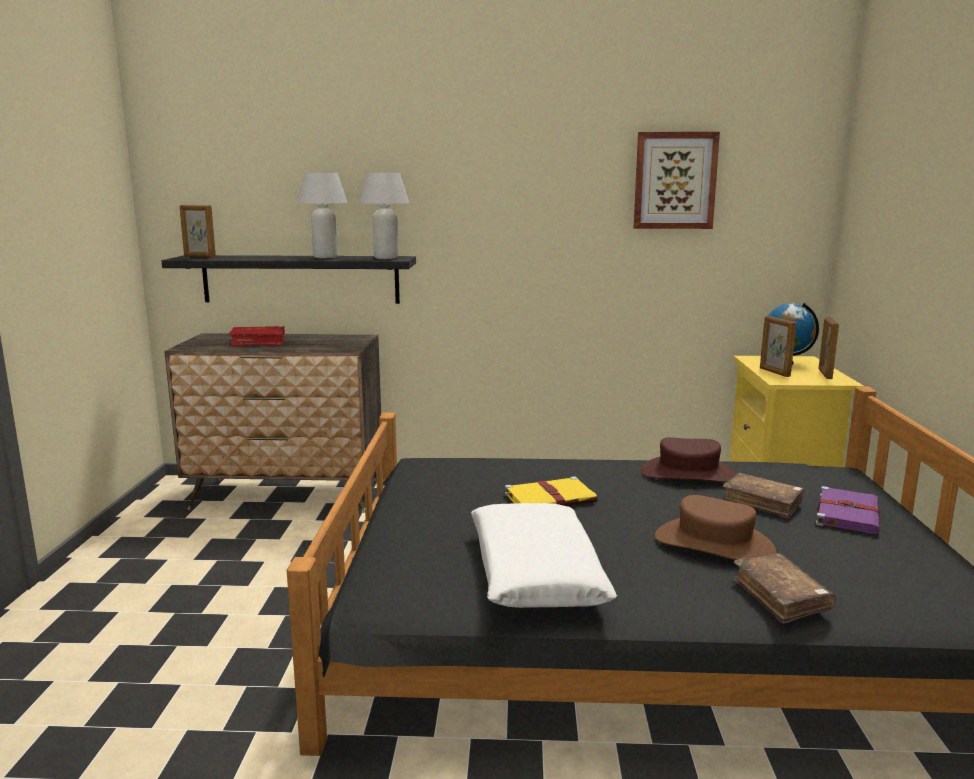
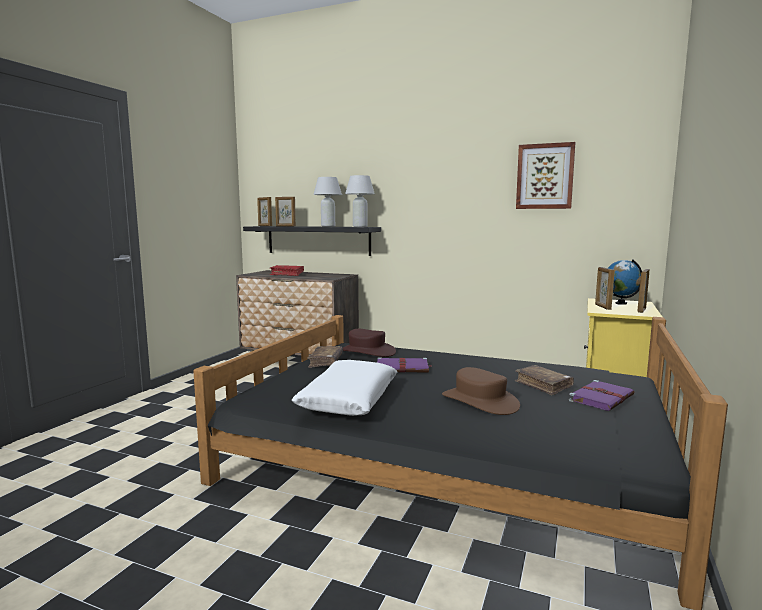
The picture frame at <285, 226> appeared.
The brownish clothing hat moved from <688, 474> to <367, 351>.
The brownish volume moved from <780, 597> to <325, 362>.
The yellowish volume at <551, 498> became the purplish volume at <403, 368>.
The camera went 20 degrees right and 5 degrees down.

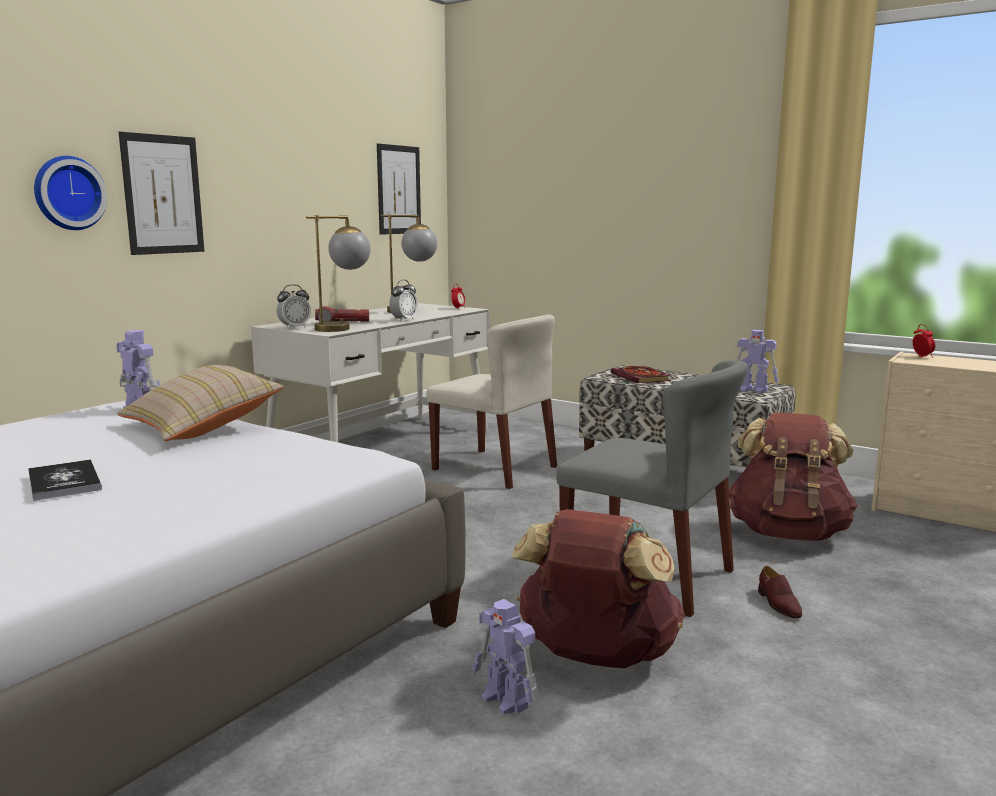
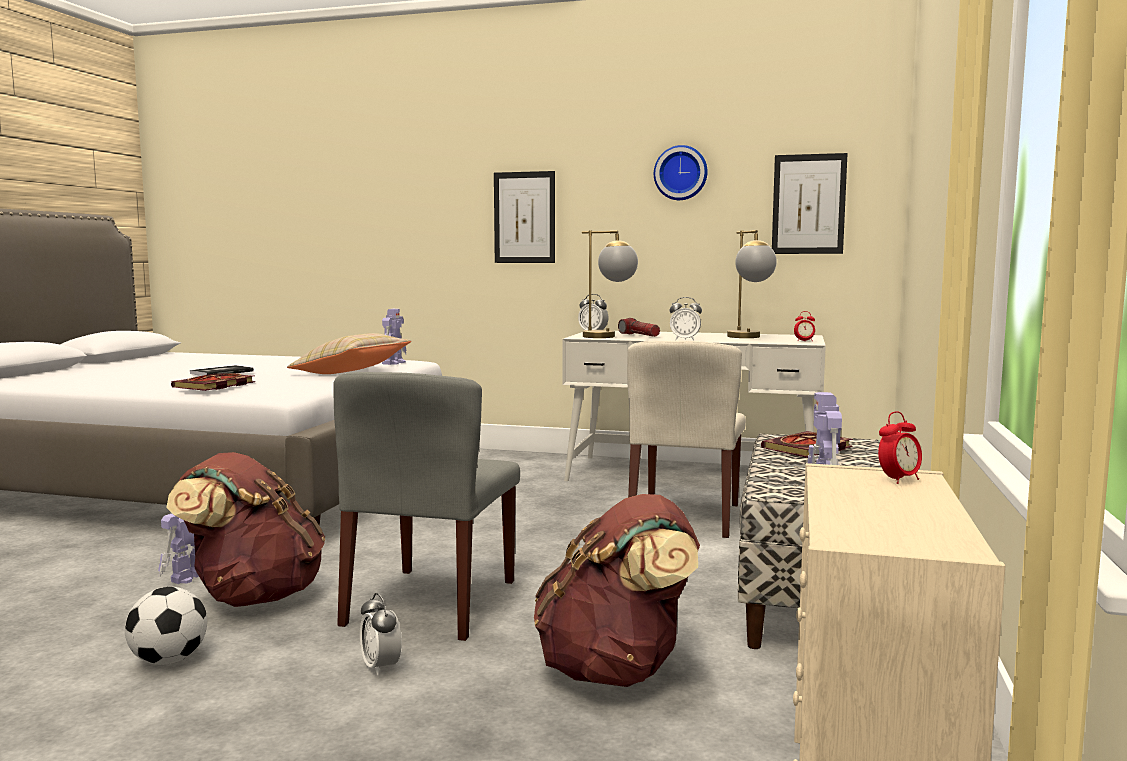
The football at <169, 660> appeared.
The volume at <214, 385> appeared.
The hanging clock moved from <68, 193> to <681, 173>.
The brownish shoe at <778, 604> was replaced by the alarm clock at <381, 666>.
The camera went 70 degrees right and 5 degrees down.

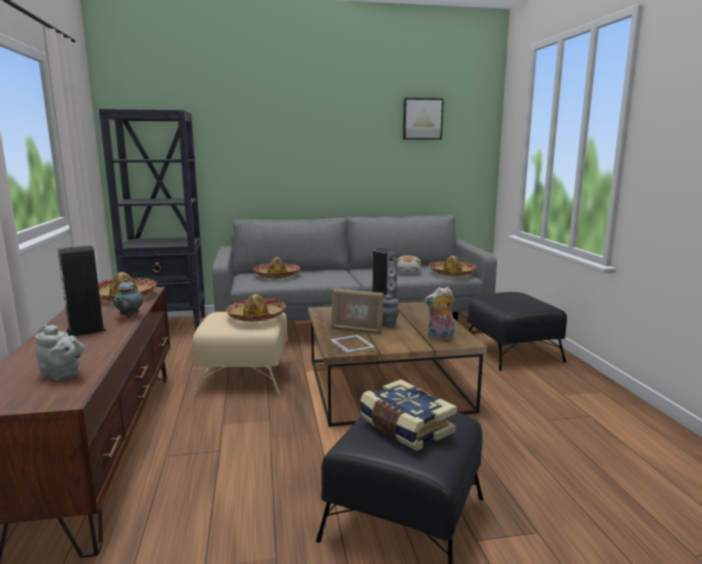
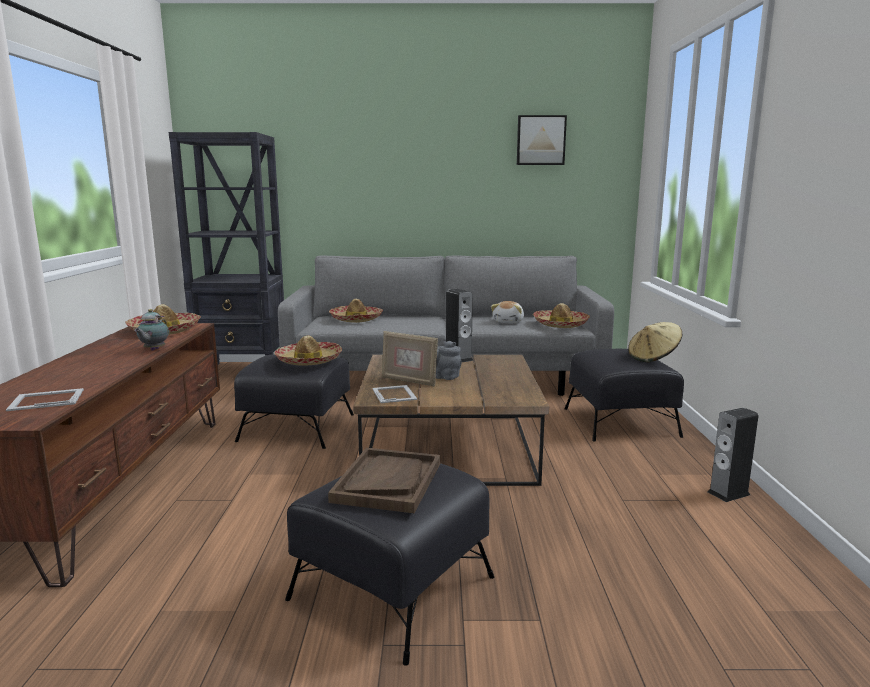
The cuddly toy at <440, 337> disappeared.
The beige clothing hat at <653, 358> appeared.
The loudspeaker moved from <86, 330> to <728, 493>.
The greyish tea pot at <63, 375> was replaced by the picture frame at <45, 399>.
The volume at <405, 427> was replaced by the brownish serving tray at <387, 482>.
The beige footrest at <246, 376> became the blackish footrest at <298, 427>.
The camera went 10 degrees right and 0 degrees up.

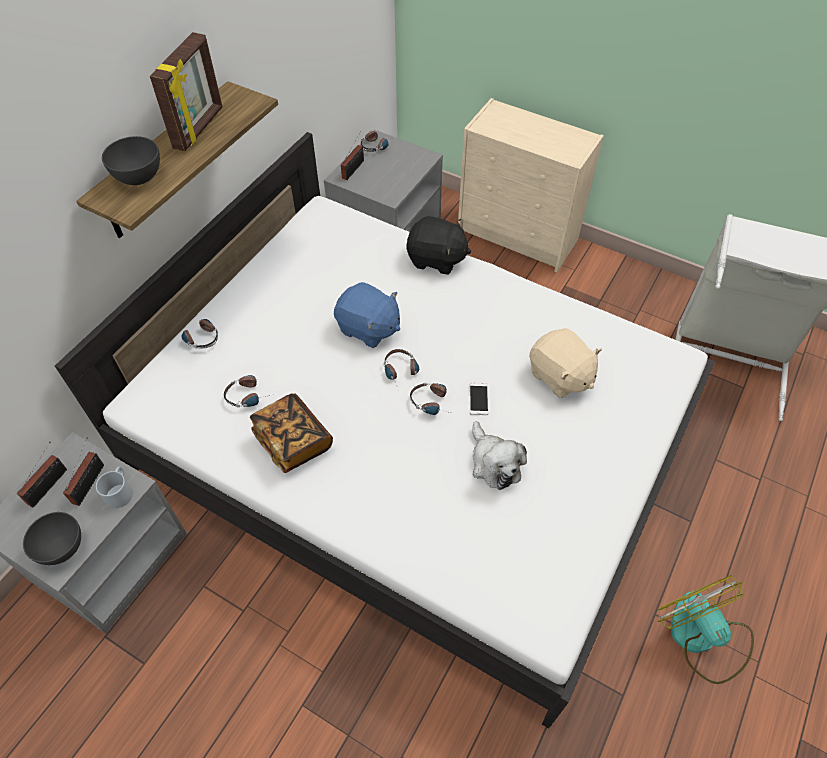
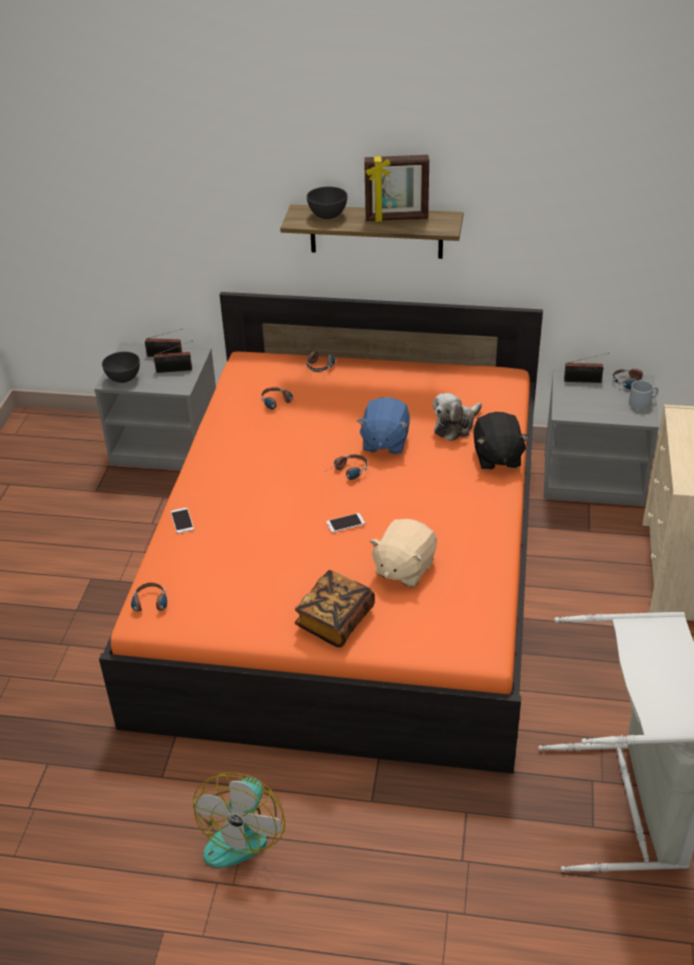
The handset at <182, 520> appeared.
The greyish coffee mug moved from <119, 491> to <642, 402>.
The volume moved from <293, 441> to <335, 620>.
The pair of headphones moved from <434, 402> to <150, 607>.
The cuddly toy moved from <494, 463> to <455, 426>.
The whitish sleeping bed at <412, 444> became the orangey sleeping bed at <349, 569>.
The cooling fan at <701, 637> turned 150 degrees clockwise.
The camera went 70 degrees right and 15 degrees down.

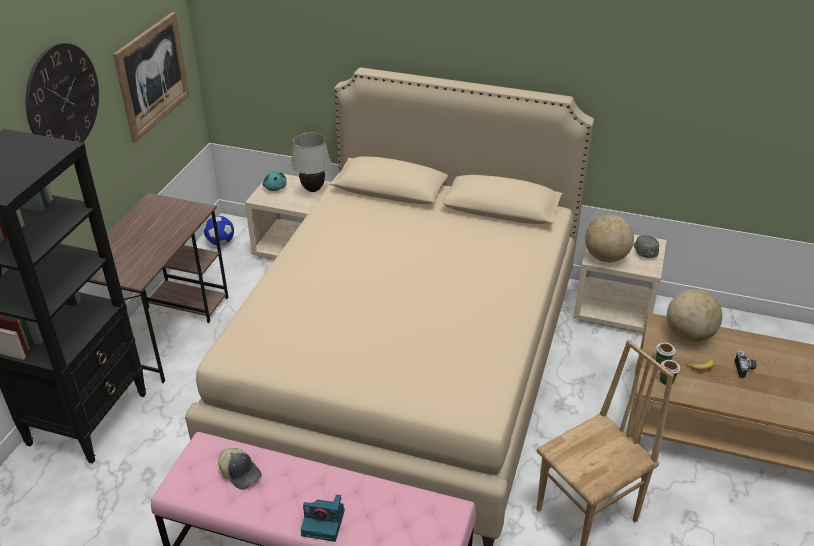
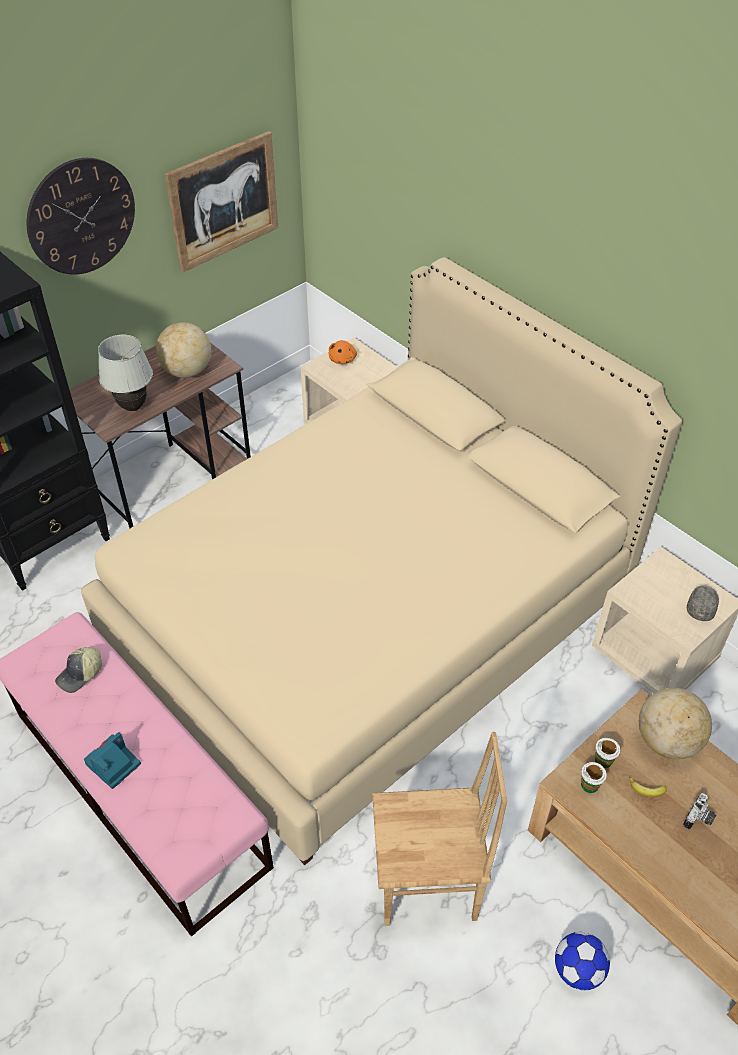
The football moved from <220, 242> to <578, 970>.
The whitish tabletop lamp moved from <312, 189> to <132, 406>.
The desk globe moved from <606, 257> to <187, 371>.
The blue-green cuddly toy at <275, 187> became the orangey cuddly toy at <343, 359>.
The baseball cap at <240, 473> turned 60 degrees clockwise.
The photo camera at <324, 522> turned 90 degrees clockwise.
The camera went 30 degrees right and 10 degrees up.

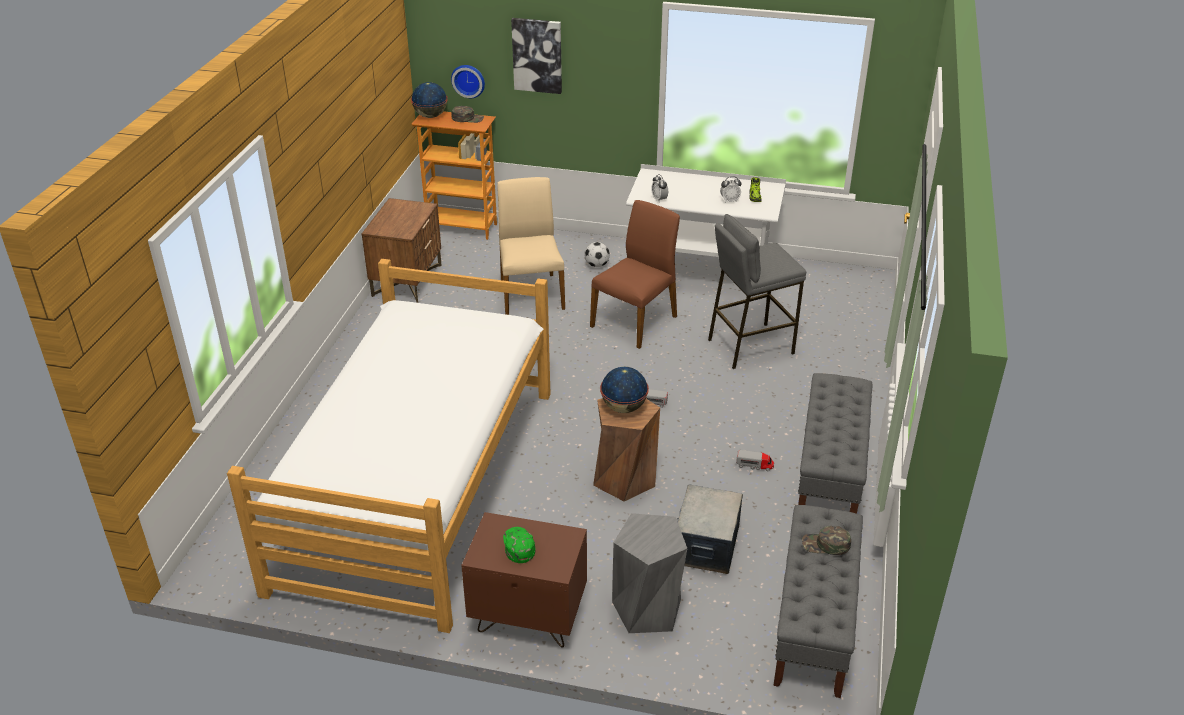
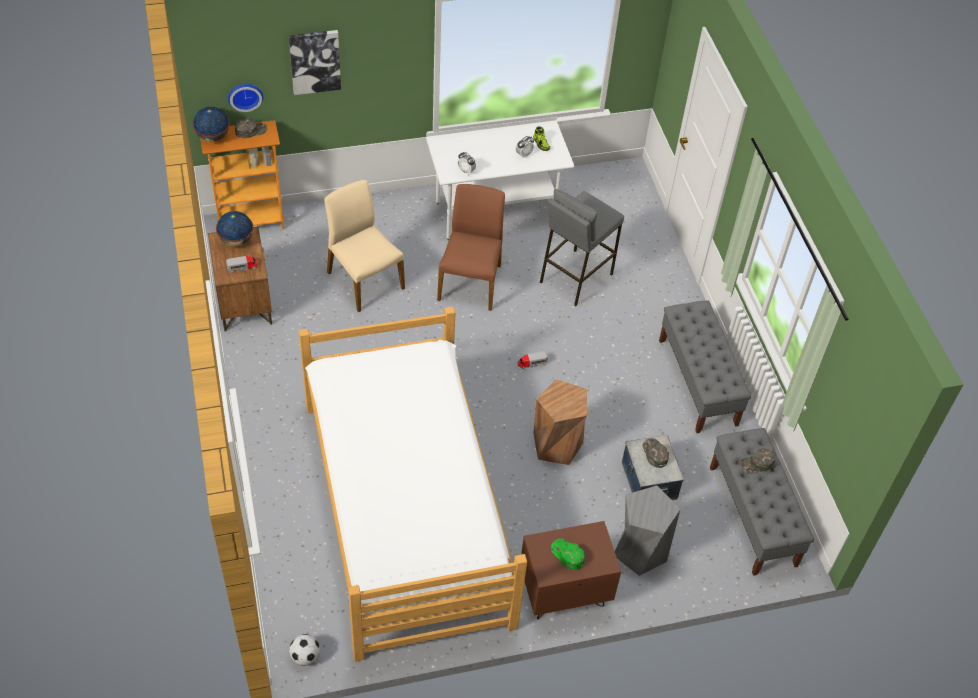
The green baseball cap at <654, 453> appeared.
The football moved from <596, 265> to <305, 656>.
The desk globe moved from <624, 408> to <236, 241>.
The toy truck moved from <755, 465> to <242, 267>.
The camera went 30 degrees left and 15 degrees up.

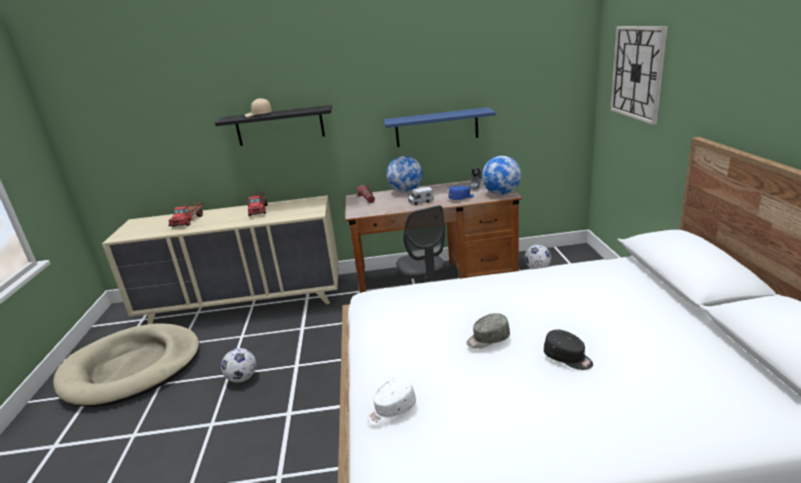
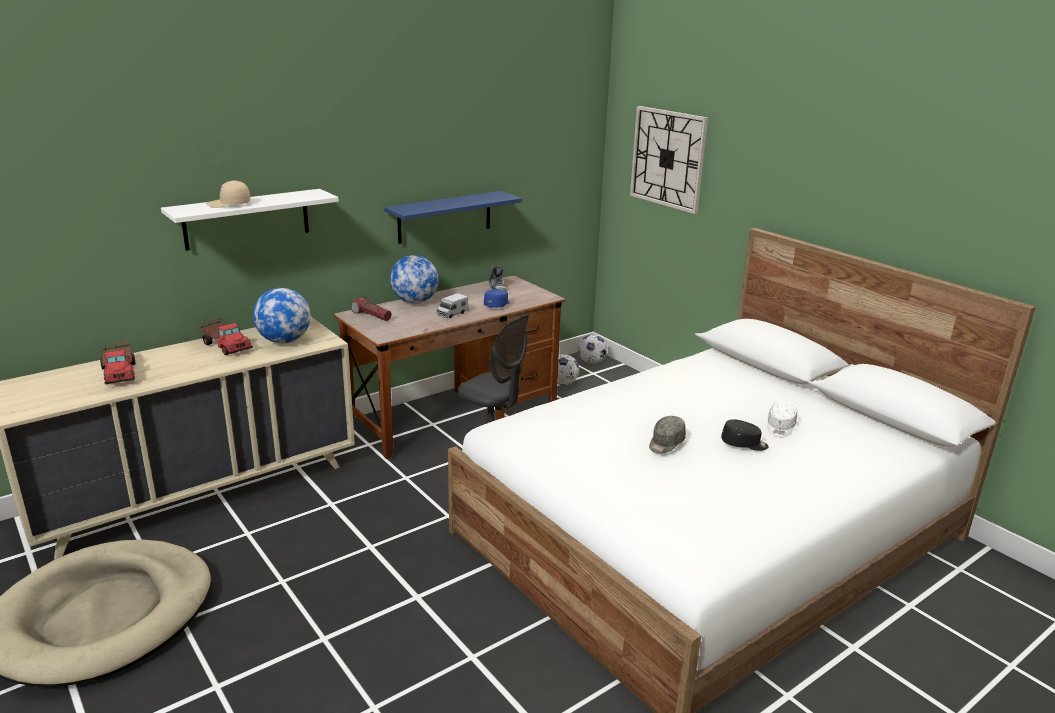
The football moved from <242, 378> to <591, 362>.
The whitish baseball cap moved from <391, 410> to <780, 427>.
The desk globe moved from <501, 193> to <284, 341>.
The blackish wall shelf at <280, 126> became the whitish wall shelf at <247, 219>.
The camera went 35 degrees left and 0 degrees up.

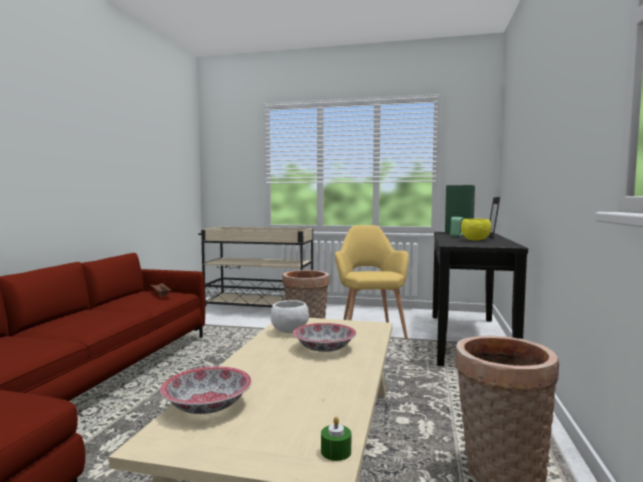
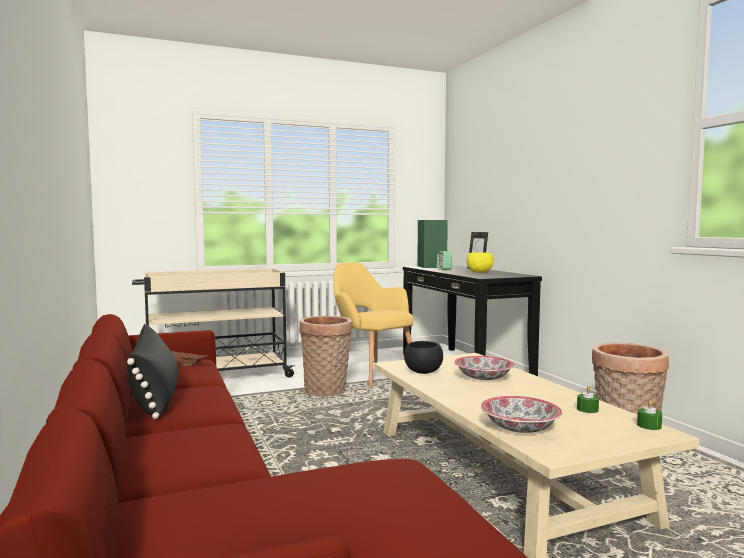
The blackish pillow at <155, 396> appeared.
The green wax candle at <587, 409> appeared.
The whitish deep dish at <289, 331> became the blackish deep dish at <423, 372>.
The camera went 35 degrees left and 0 degrees up.

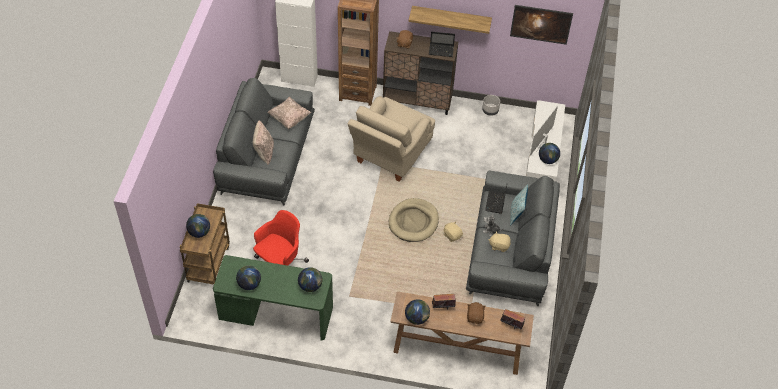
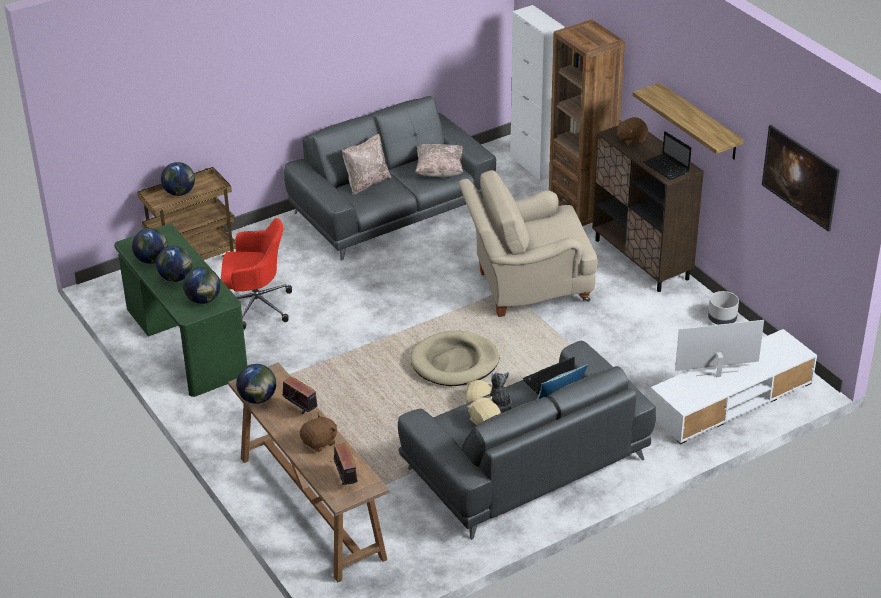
The desk globe moved from <548, 160> to <176, 278>.
The camera went 50 degrees right and 15 degrees down.

